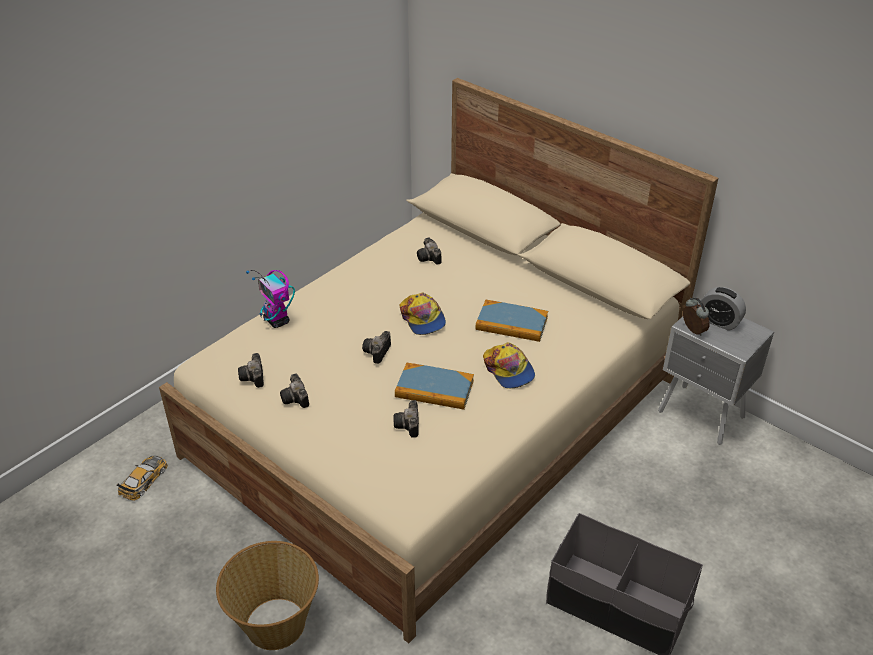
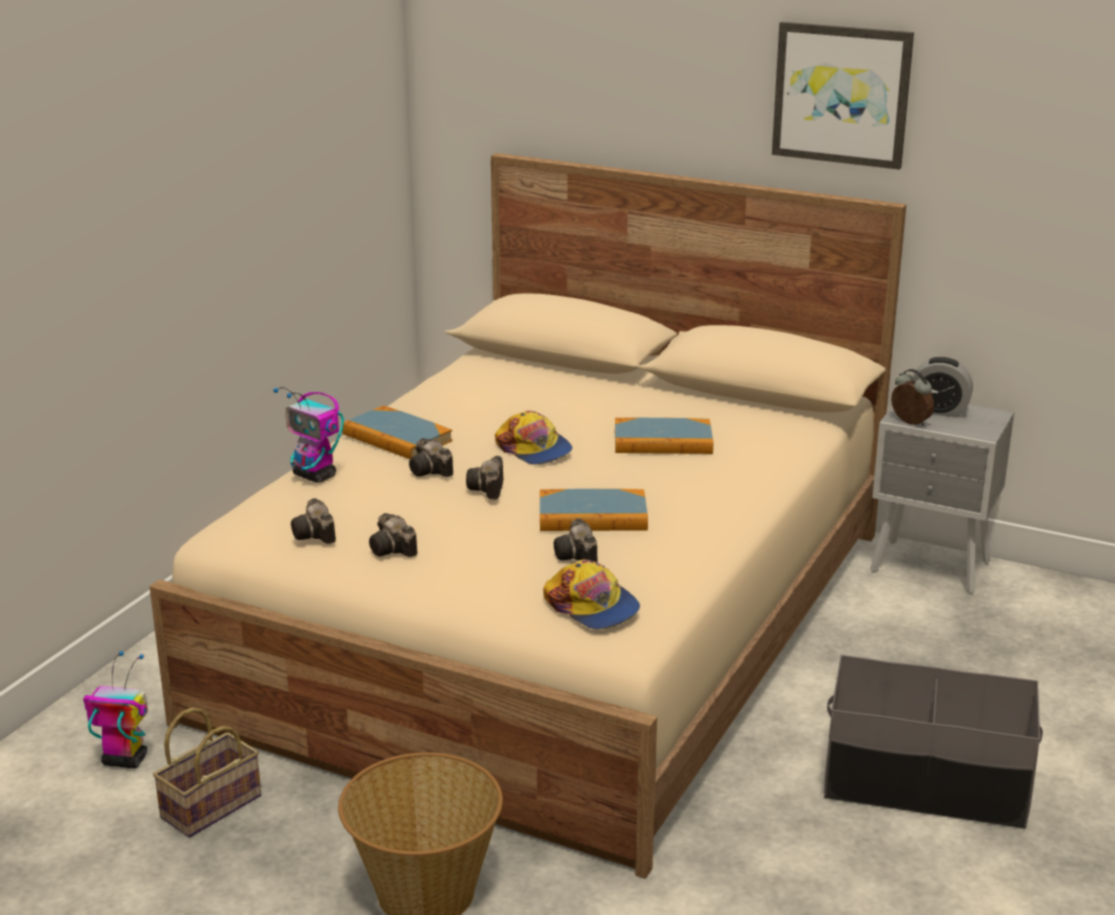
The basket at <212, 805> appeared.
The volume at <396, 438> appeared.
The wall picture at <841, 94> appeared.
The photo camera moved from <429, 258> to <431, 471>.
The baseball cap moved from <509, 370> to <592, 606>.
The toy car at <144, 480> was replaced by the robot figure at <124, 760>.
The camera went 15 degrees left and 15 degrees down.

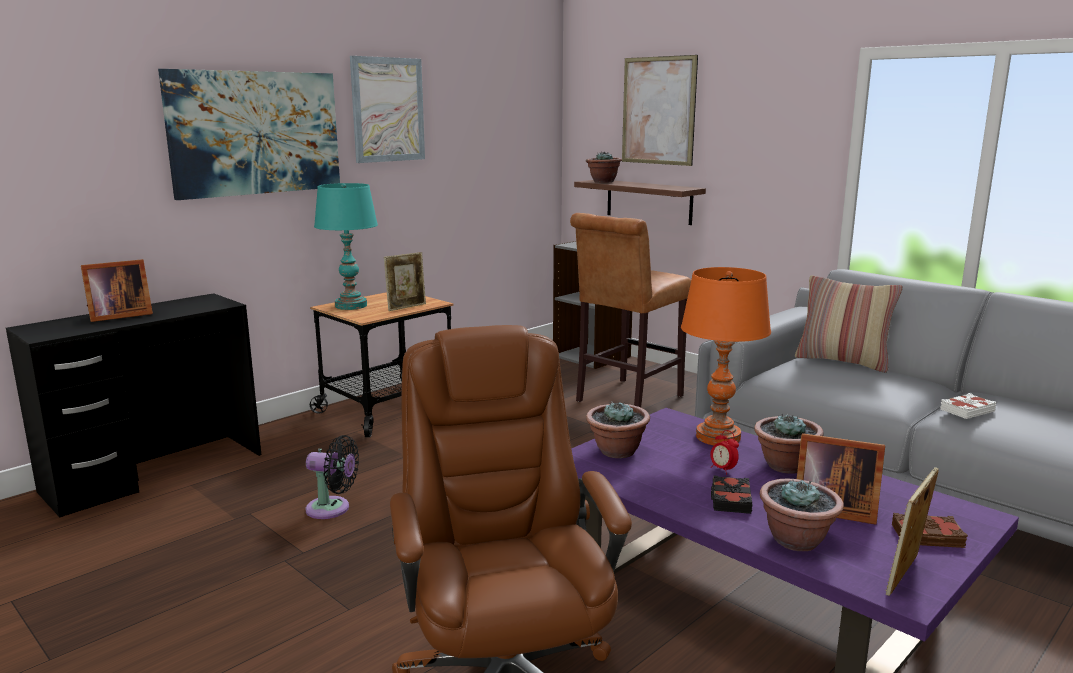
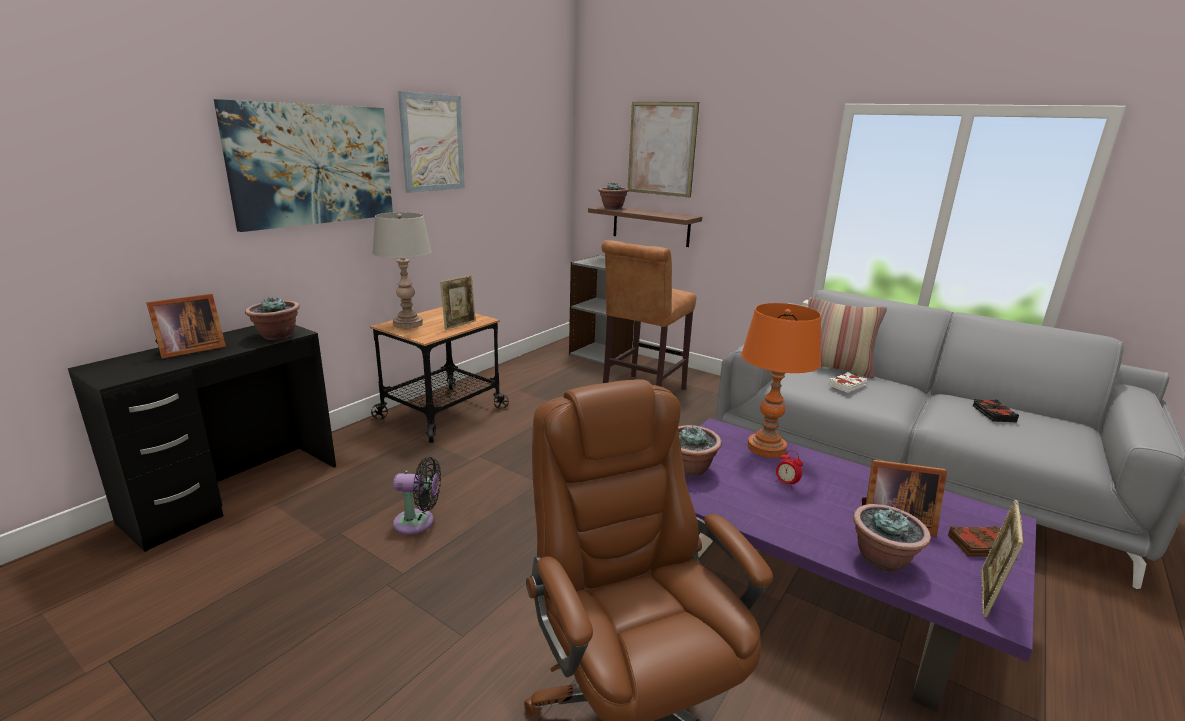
The blackish volume moved from <730, 500> to <993, 414>.
The potted plant moved from <785, 466> to <277, 336>.
The whitish volume moved from <966, 410> to <846, 385>.
The blue-green tabletop lamp at <351, 305> became the greyish tabletop lamp at <408, 324>.
The camera went 10 degrees left and 5 degrees up.

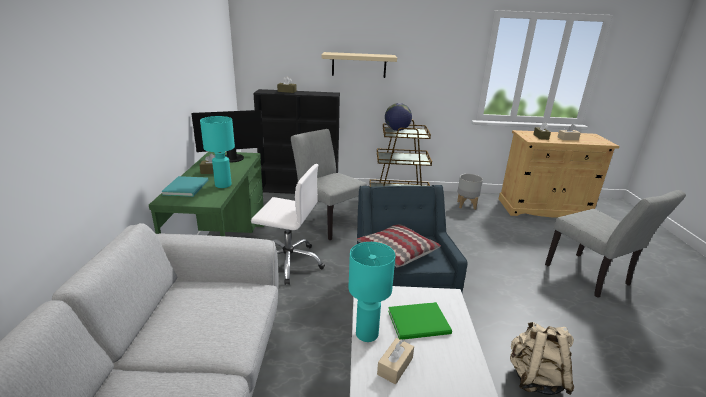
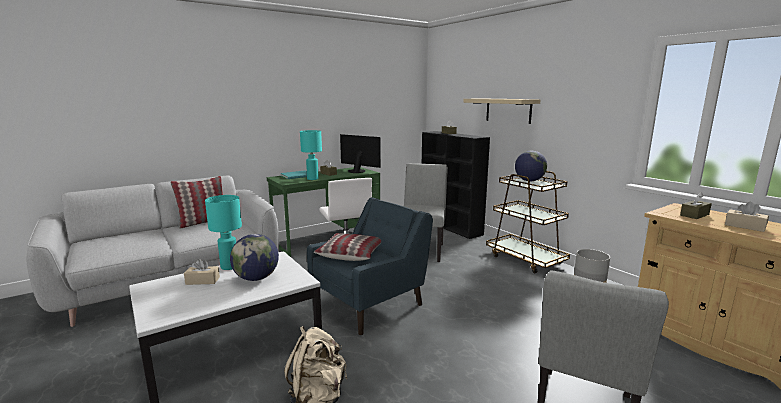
The pillow at <203, 222> appeared.
The green volume at <420, 323> was replaced by the desk globe at <256, 278>.
The camera went 55 degrees right and 10 degrees down.

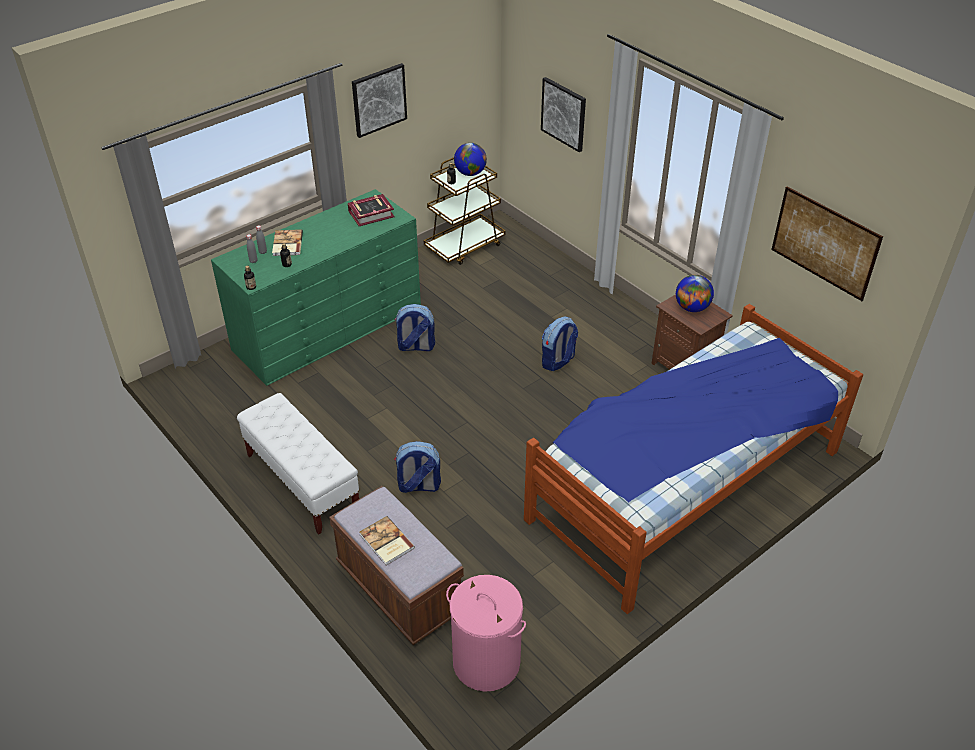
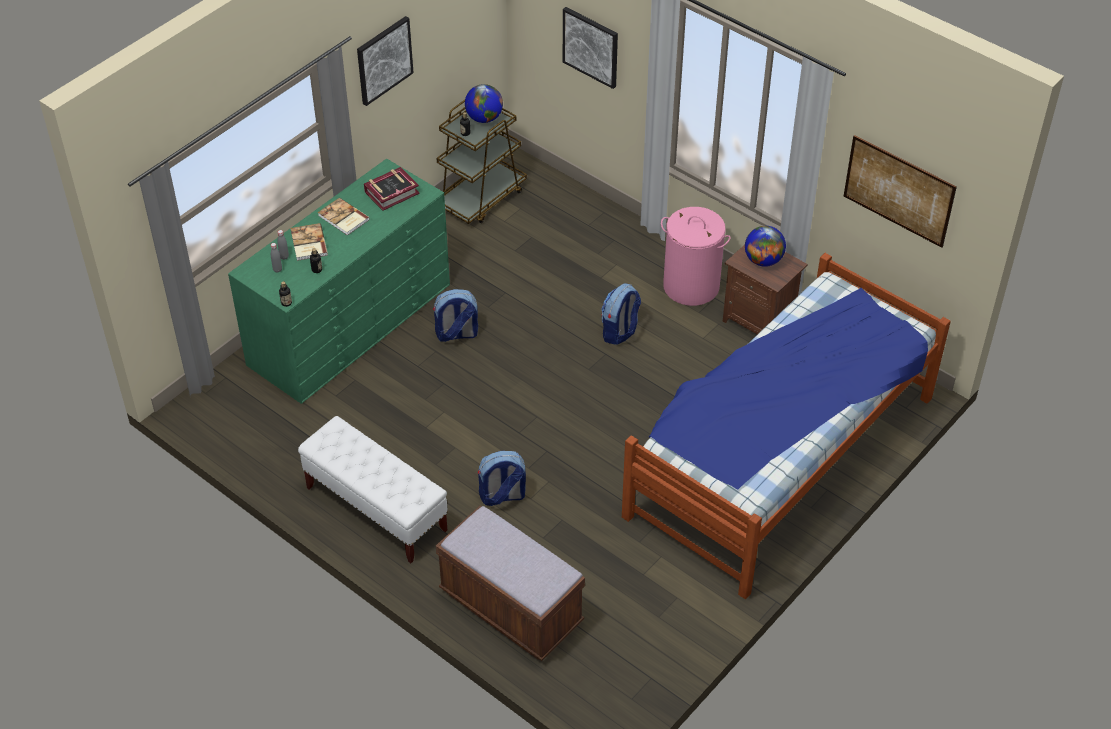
The volume moved from <386, 542> to <343, 218>.
The pink-coloured hamper moved from <486, 662> to <690, 286>.
The camera went 10 degrees left and 5 degrees up.

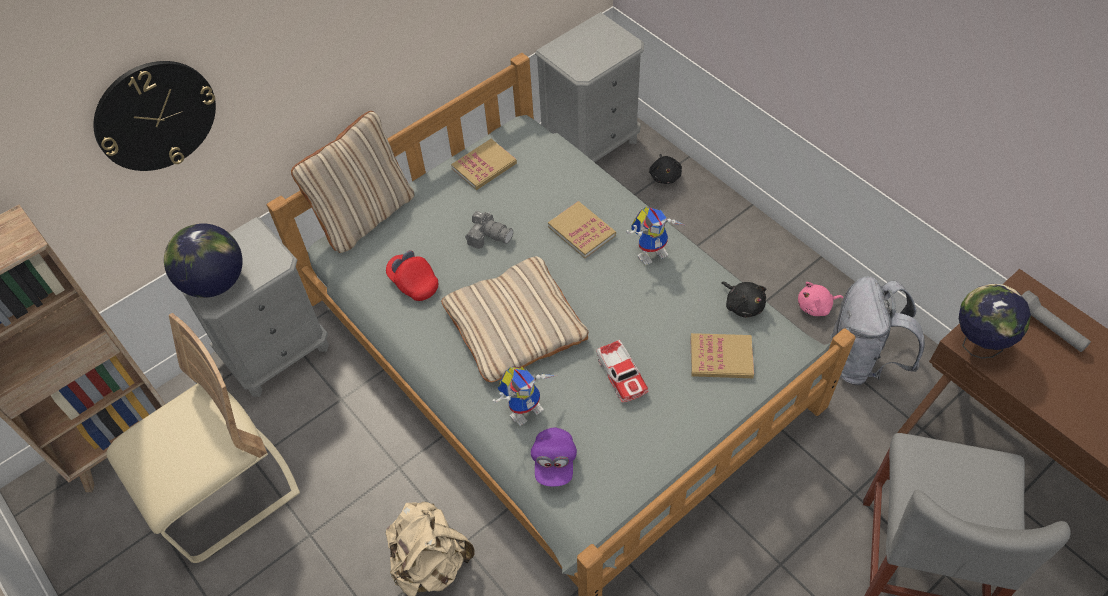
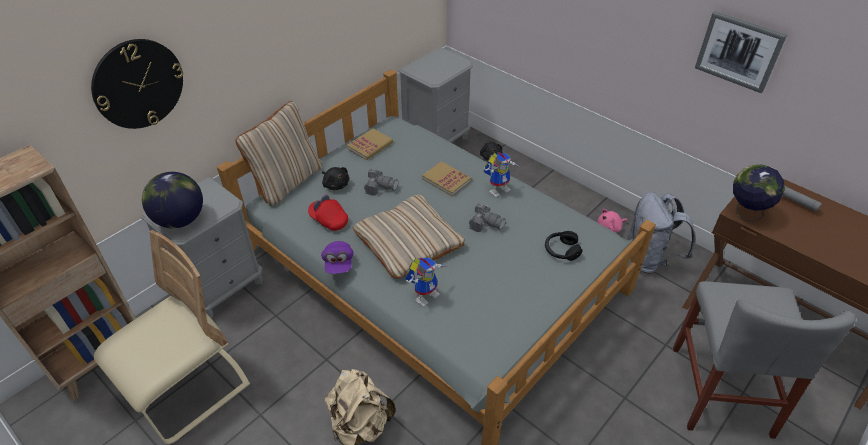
The toy car at <621, 374> disappeared.
The photo camera at <486, 224> appeared.
The wall picture at <739, 51> appeared.
The purplish baseball cap moved from <554, 462> to <338, 264>.
The blackish cuddly toy moved from <743, 305> to <335, 184>.
The volume at <721, 357> was replaced by the blackish pair of headphones at <561, 250>.
The camera went 10 degrees left and 10 degrees down.

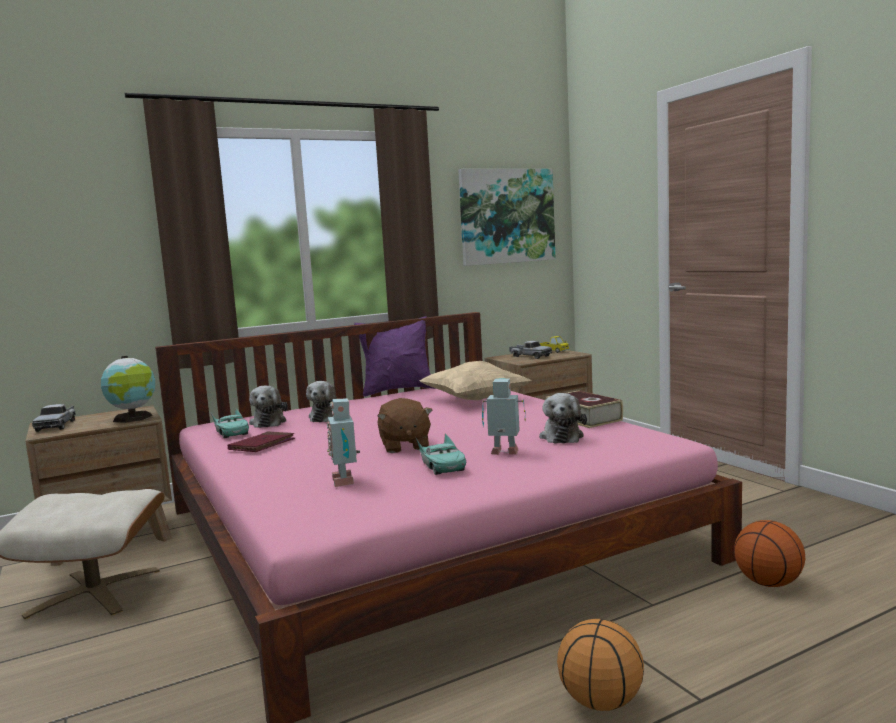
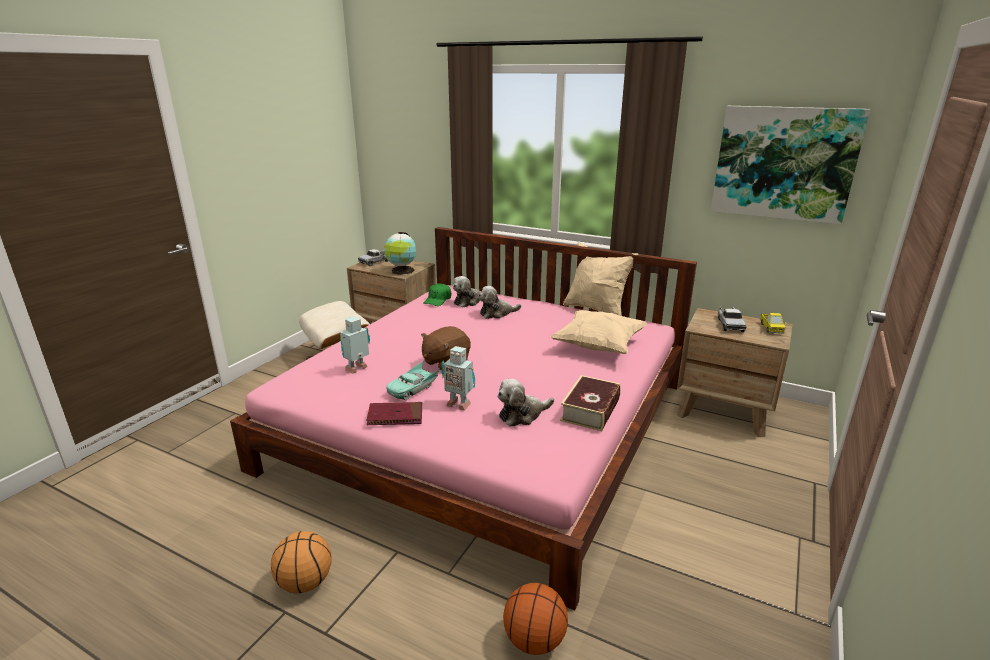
The red-coloured volume moved from <262, 445> to <395, 416>.
The blue-green toy car at <231, 432> was replaced by the green baseball cap at <438, 300>.
The purplish pillow at <398, 390> became the beige pillow at <596, 309>.
The robot figure at <505, 453> turned 135 degrees clockwise.
The camera went 55 degrees right and 15 degrees up.

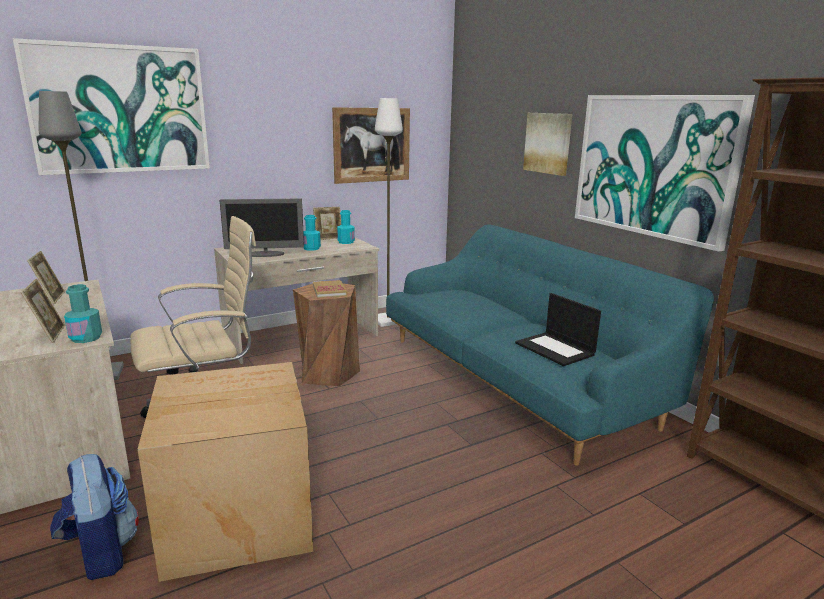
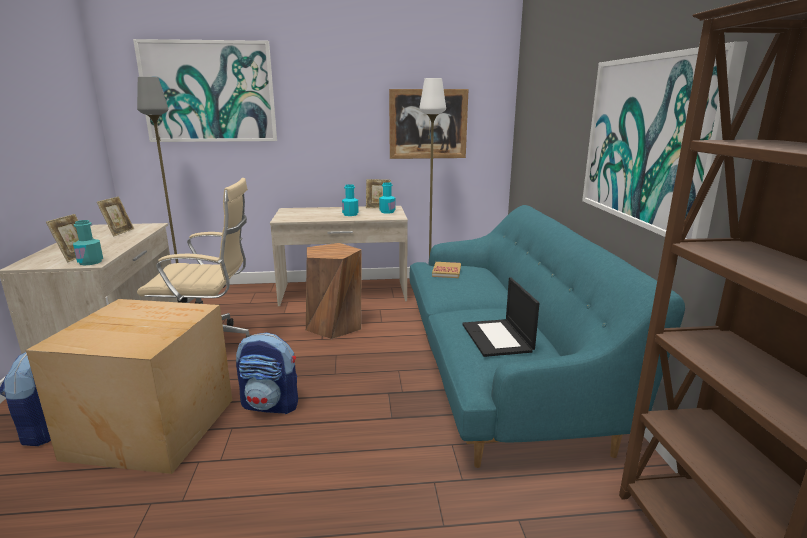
The computer screen at <265, 254> disappeared.
The wall picture at <548, 143> disappeared.
The knapsack at <271, 405> appeared.
The volume moved from <329, 291> to <446, 271>.
The camera went 25 degrees right and 0 degrees up.

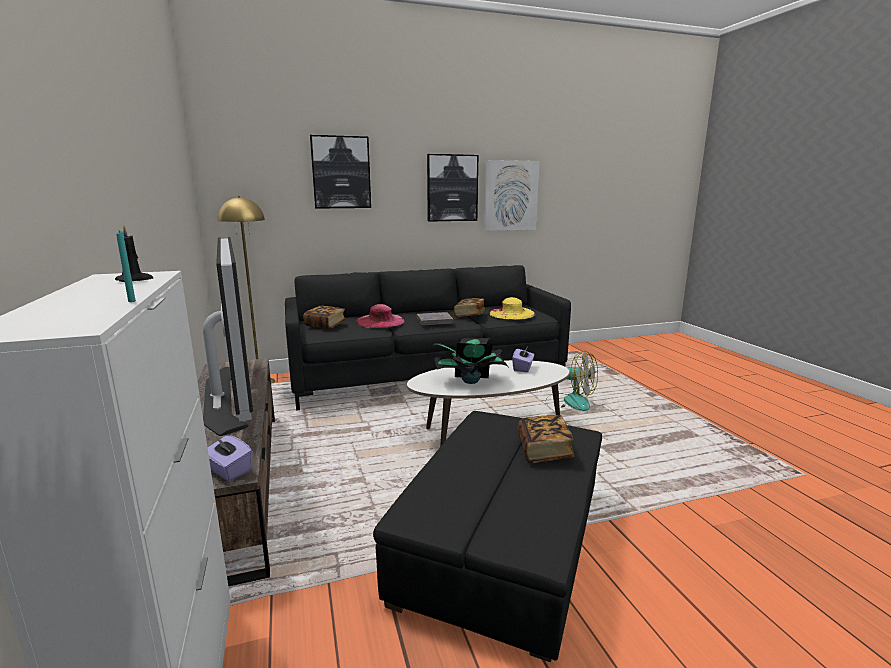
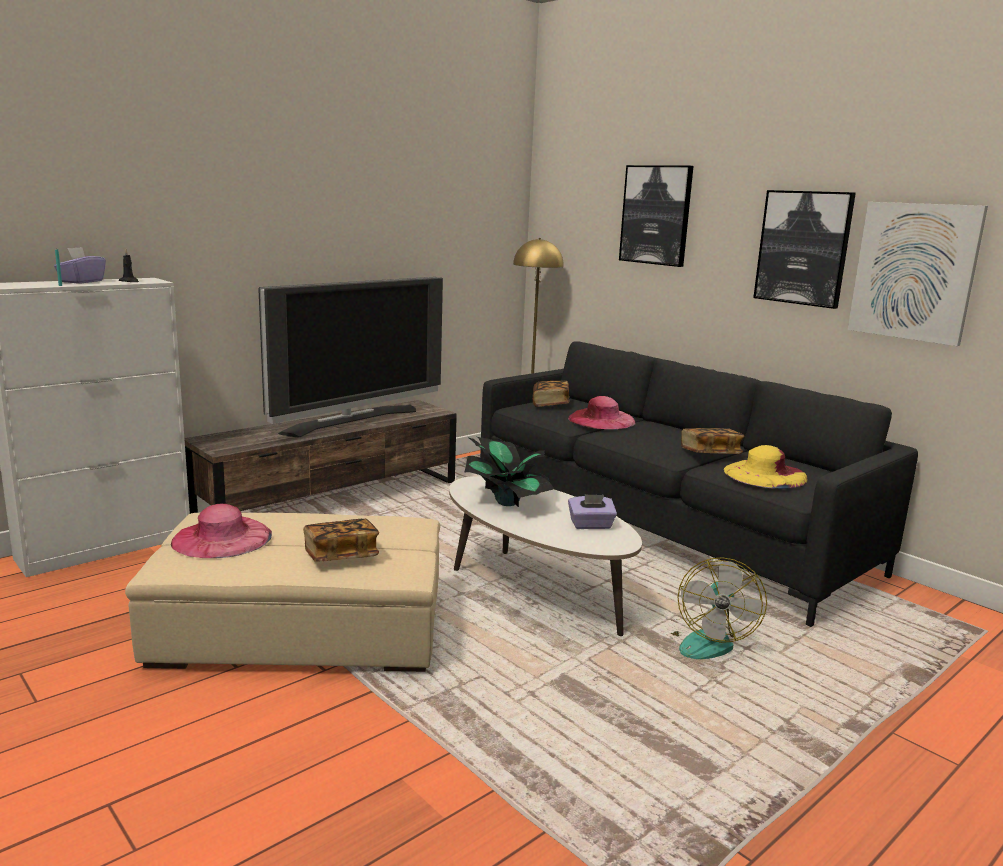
The greyish volume at <434, 321> disappeared.
The pink-coloured clothing hat at <222, 538> appeared.
The purplish box of tissues moved from <228, 470> to <81, 281>.
The blackish footrest at <502, 541> became the beige footrest at <301, 627>.
The camera went 65 degrees right and 0 degrees up.

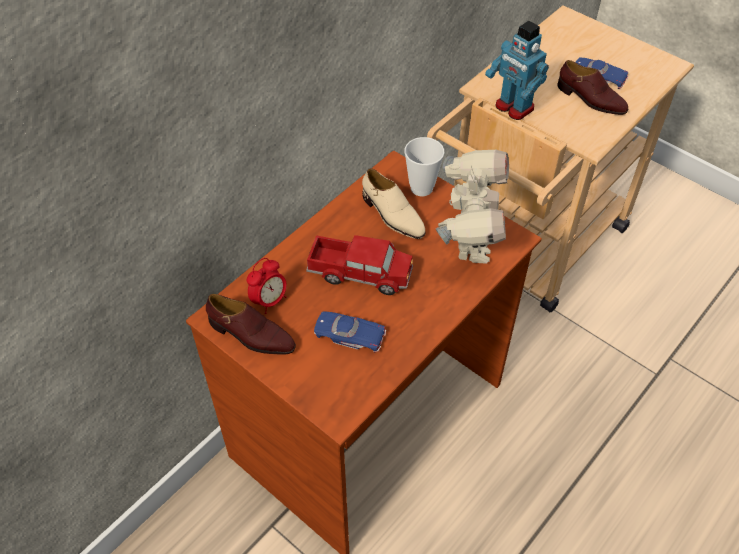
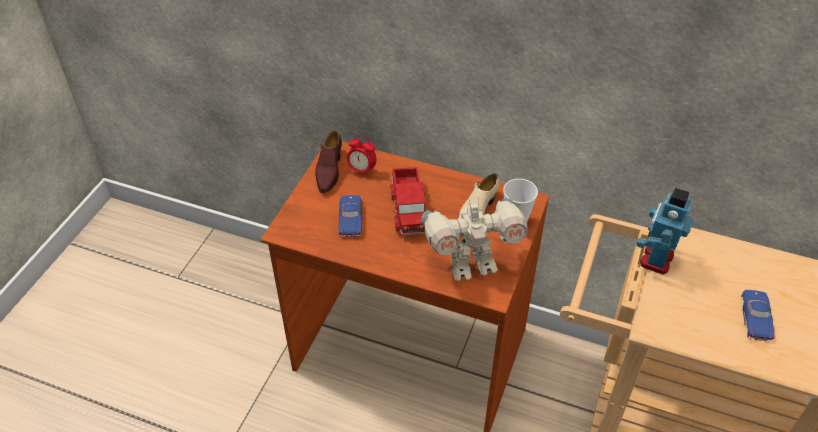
The brownish shoe at <590, 99> disappeared.
The camera went 70 degrees right and 5 degrees down.

